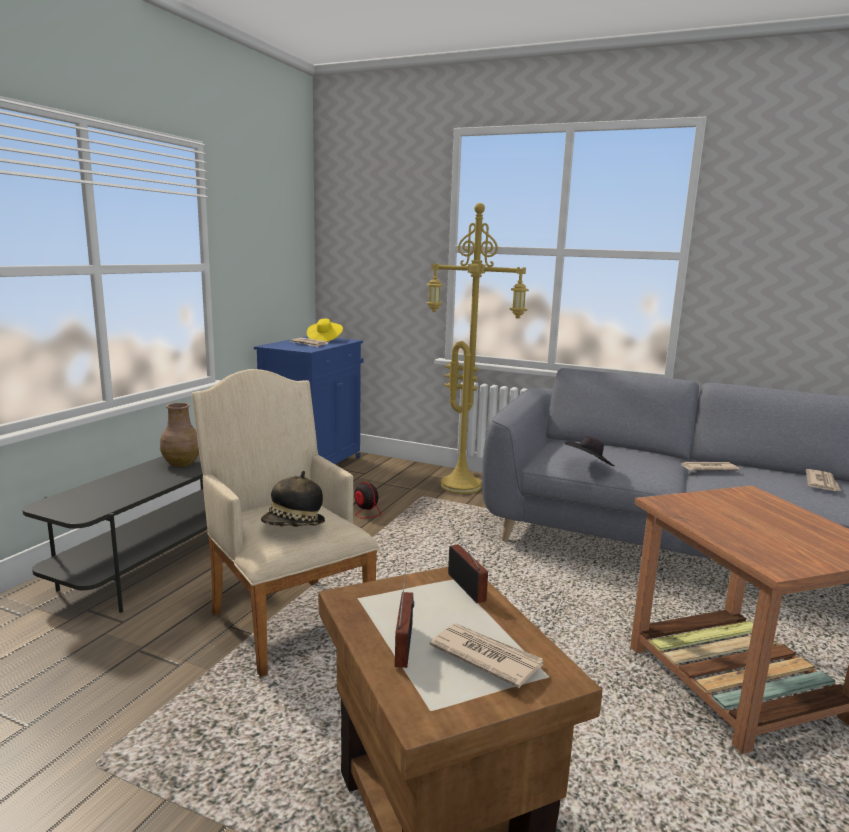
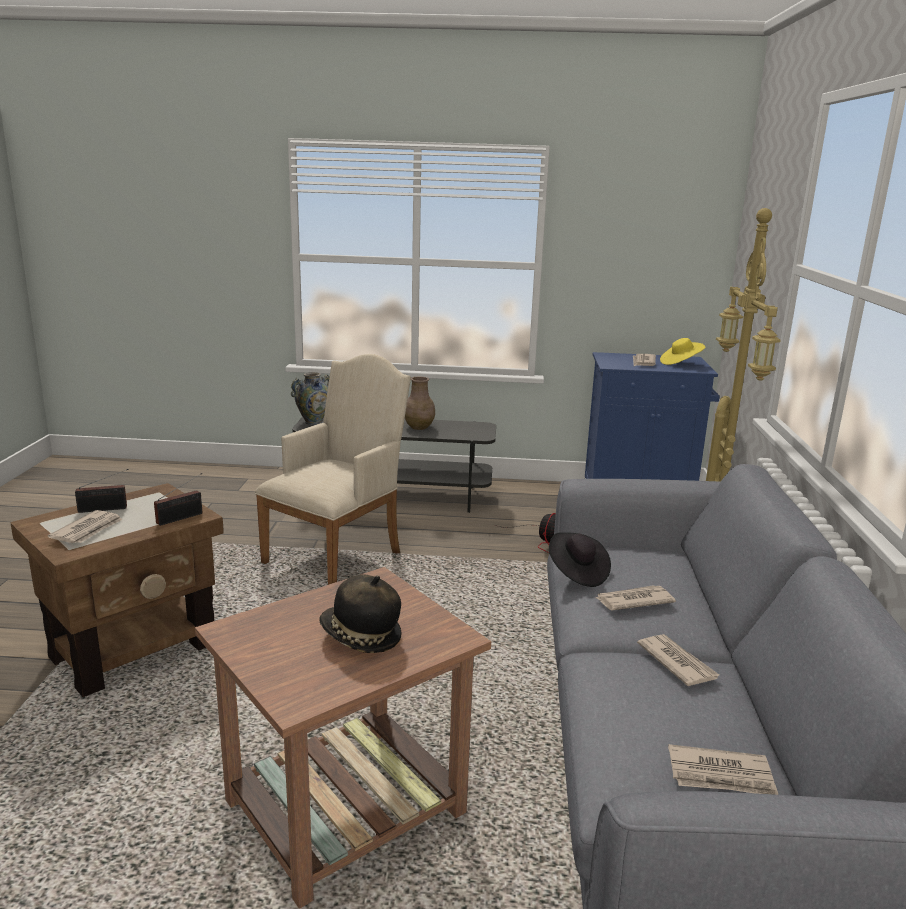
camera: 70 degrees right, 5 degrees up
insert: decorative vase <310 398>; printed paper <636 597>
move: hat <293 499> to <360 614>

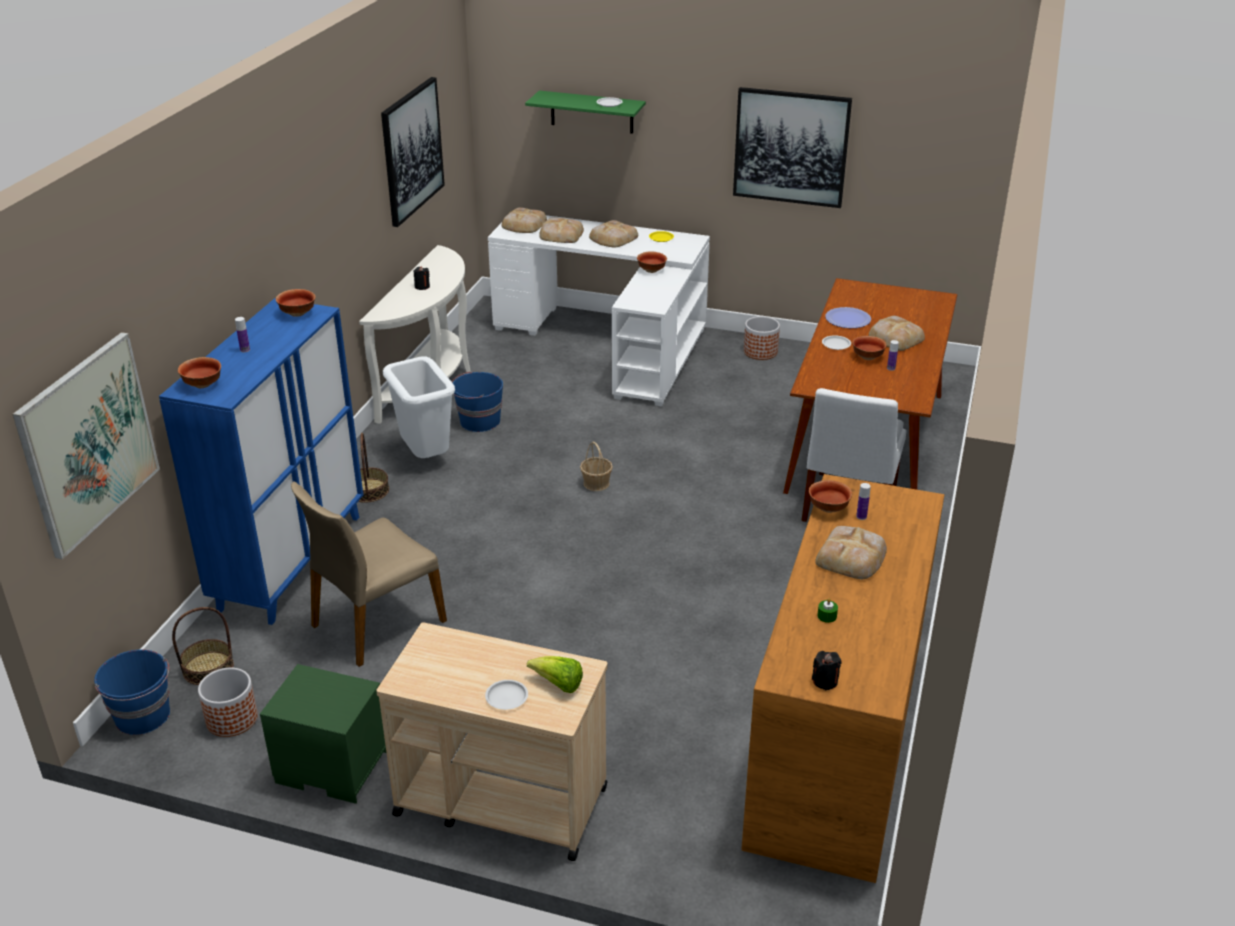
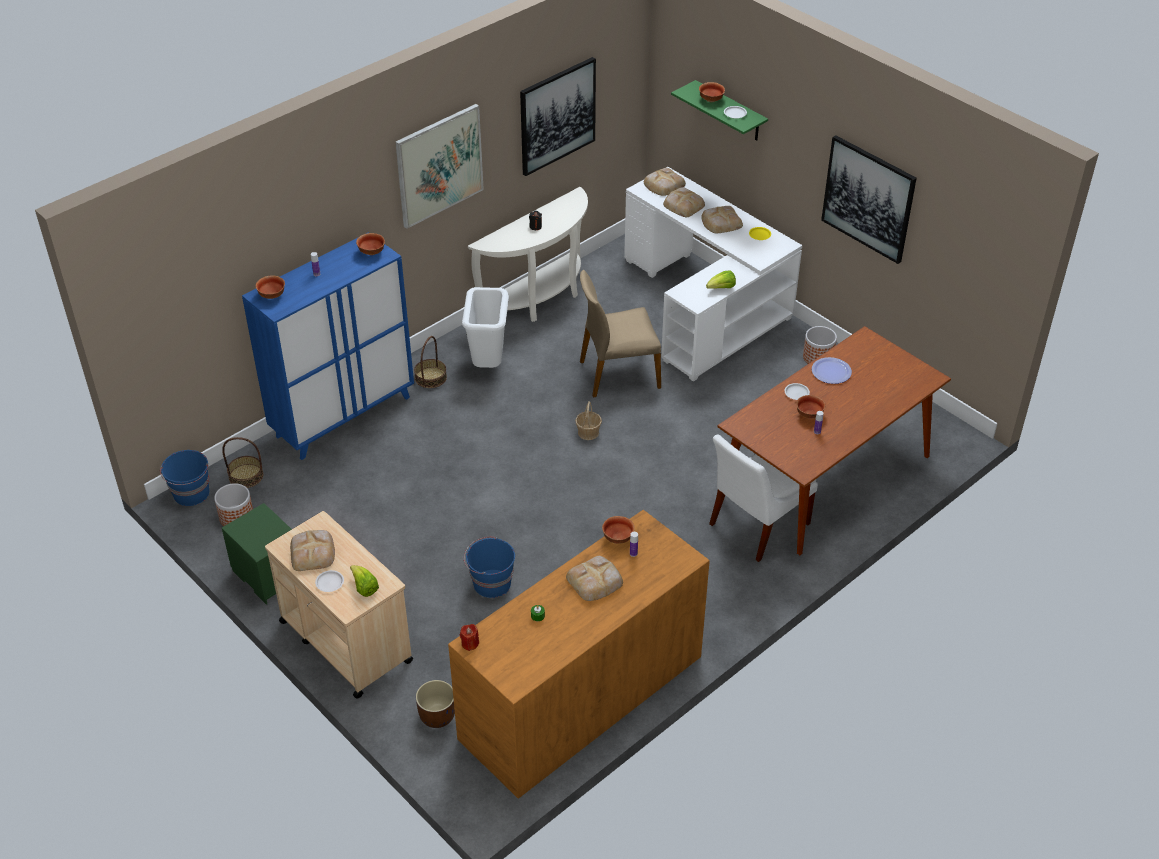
camera: 30 degrees right, 10 degrees up
delete: wax light in black <827 670>
insert: planter in brownish <435 704>; wax light in red-coloured <469 637>; lettuce head <721 279>
move: baked bread <897 333> to <312 550>; picture <86 445> to <439 166>; water bucket in blue <477 401> to <489 567>; chair in beige <369 574> to <620 334>; bowl <652 262> to <712 92>

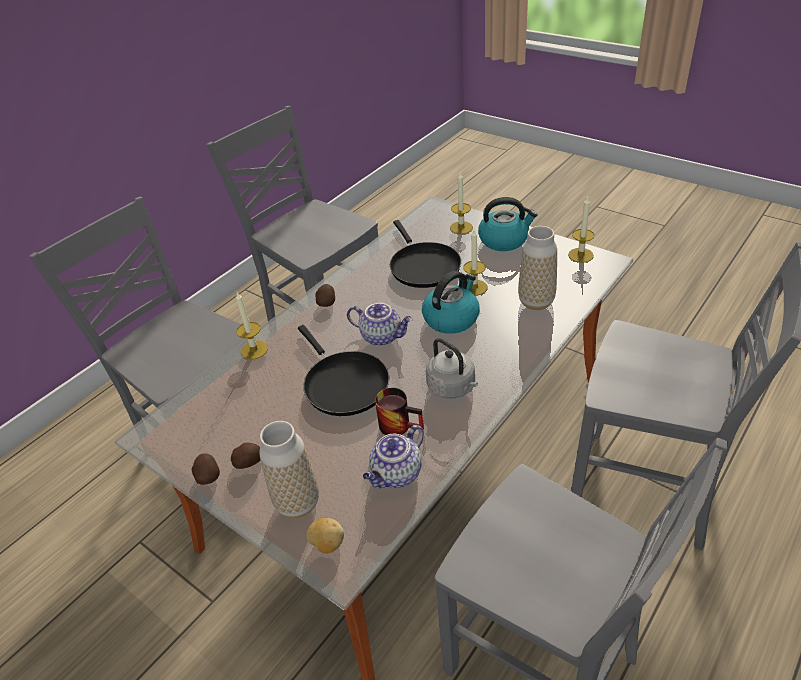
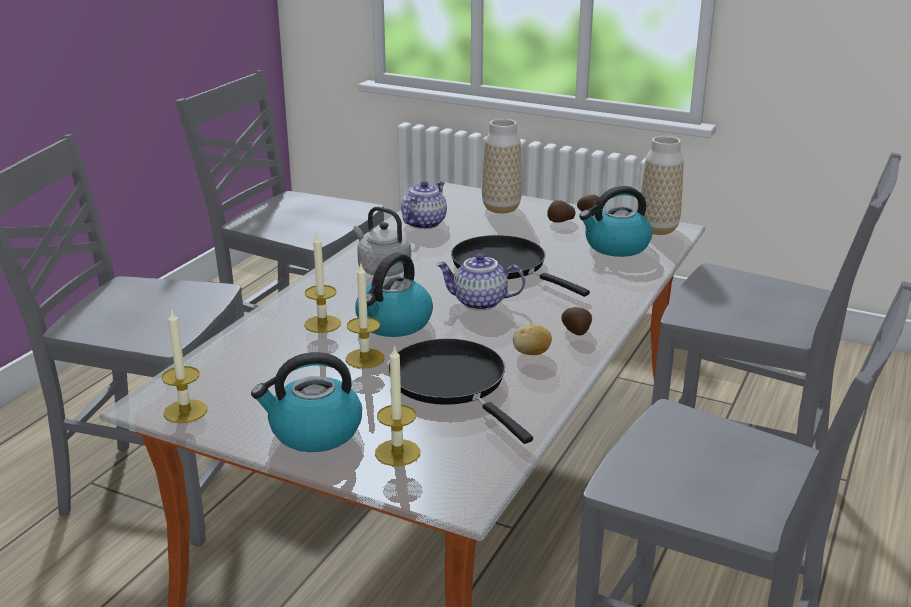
camera: 165 degrees right, 15 degrees down
delete: mug <399 411>
insert: kettle <615 221>
move: wax light <252 326> to <322 283>; spud <325 536> to <532 340>; decorative vase <537 268> to <662 185>

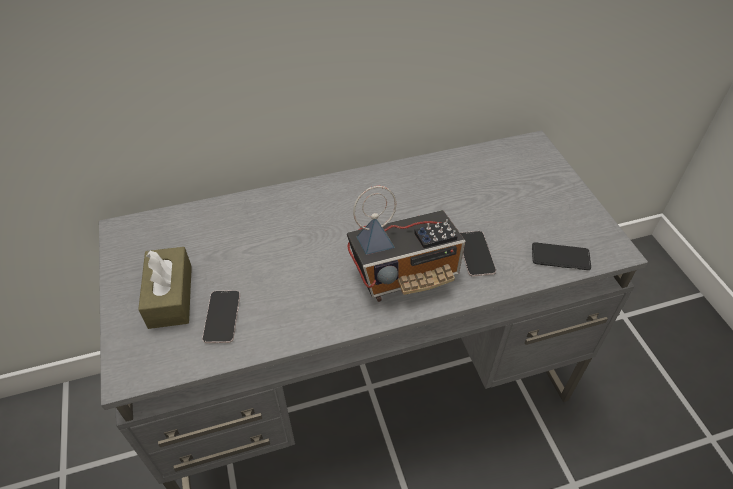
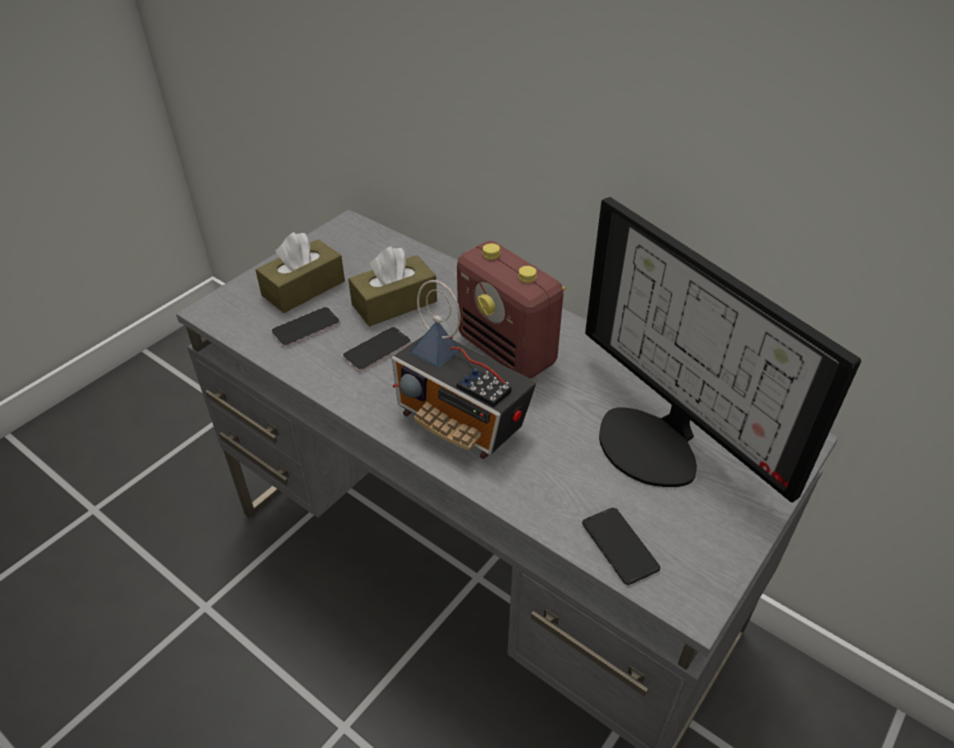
camera: 55 degrees right, 5 degrees down
insert: box of tissues in brownish <392 286>; radio receiver <511 310>; monitor <723 350>
move: phone <478 254> to <377 349>

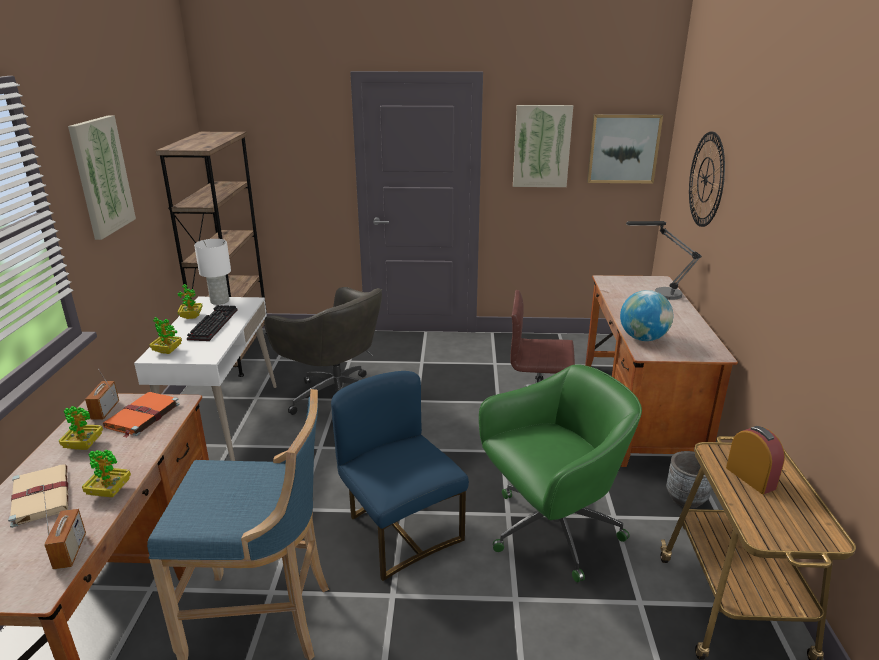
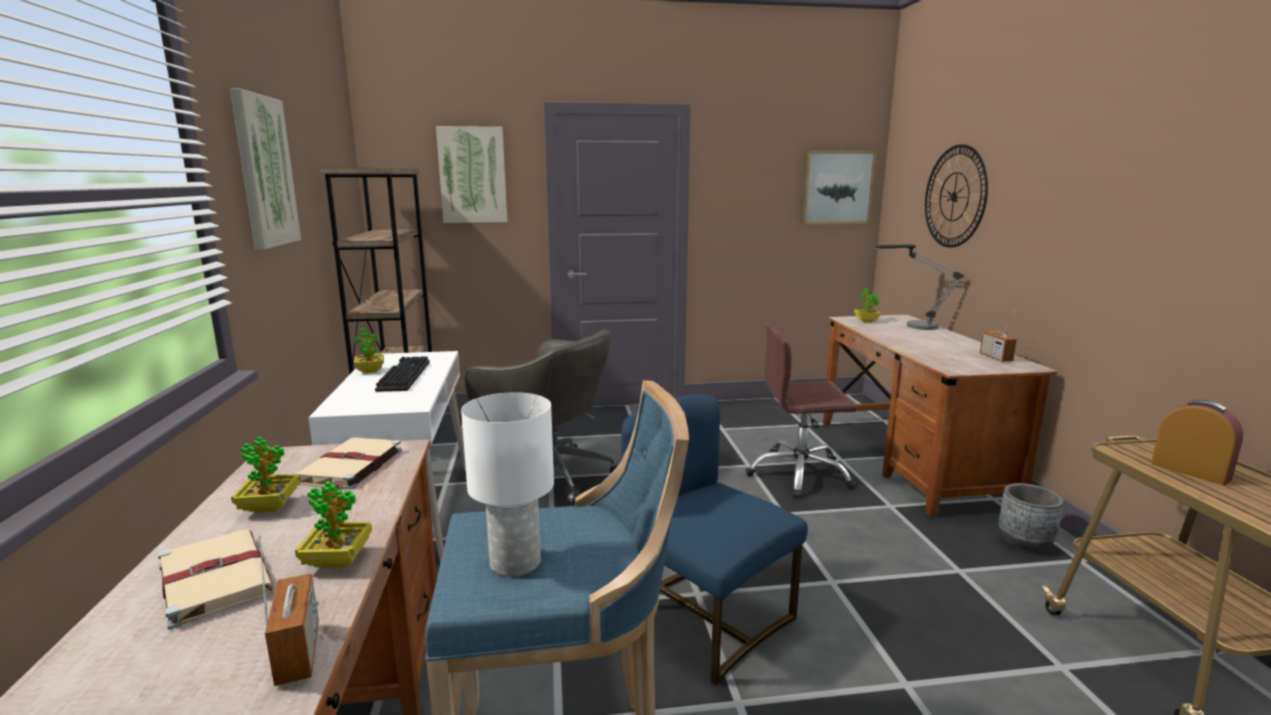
camera: 10 degrees left, 10 degrees down
delete: office chair in green-coloured <560 473>; world globe <646 315>
move: picture <543 146> to <472 174>; table lamp in white <212 272> to <507 484>; houseplant <165 335> to <867 305>; radio receiver <102 394> to <998 336>
recolor: volume in orangey <141 415> to volume in beige <349 463>

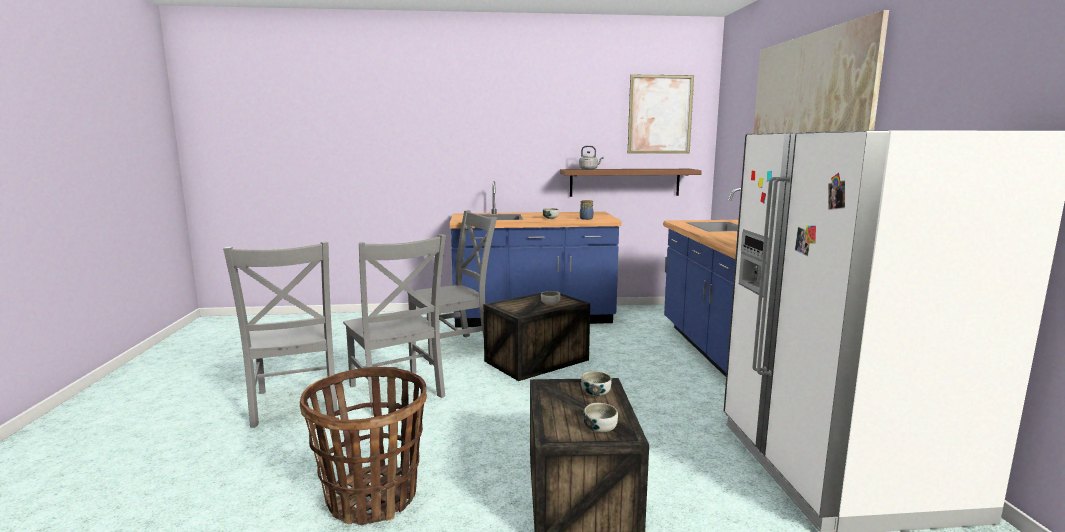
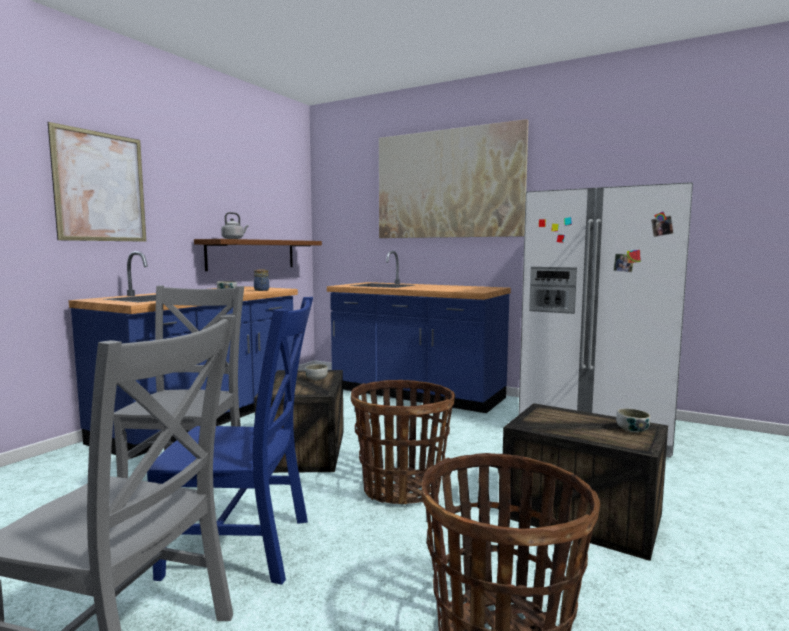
camera: 55 degrees left, 5 degrees down
delete: bowl <596 383>
insert: household basket <403 442>
move: picture <661 114> to <97 182>
recolor: chair in greyish <394 325> to chair in blue <230 441>

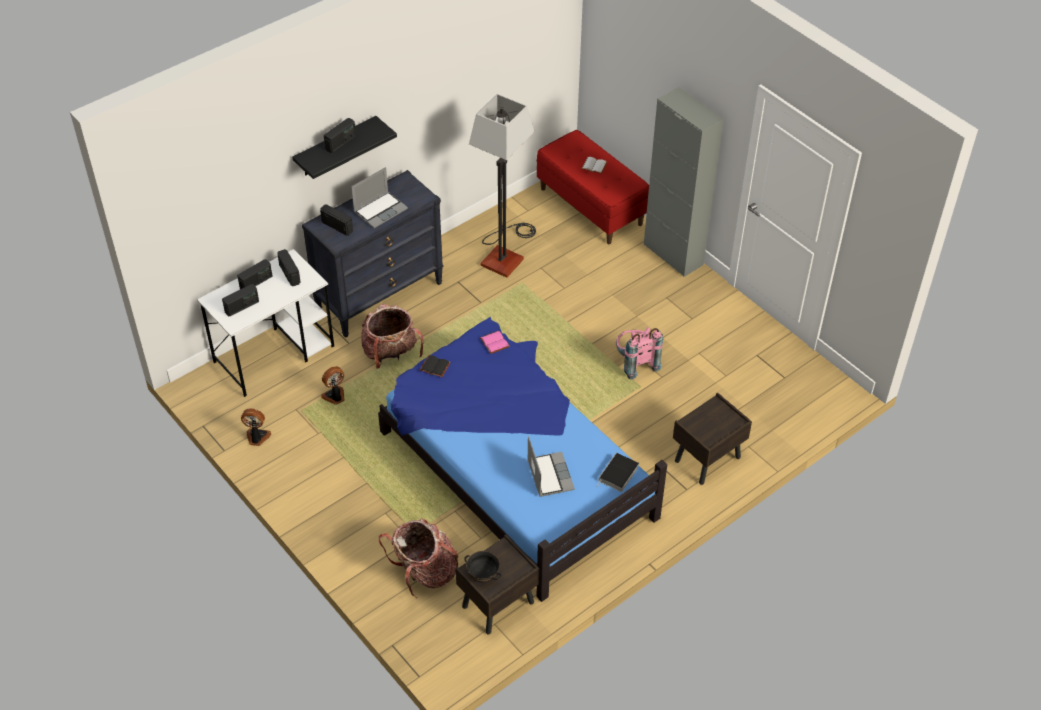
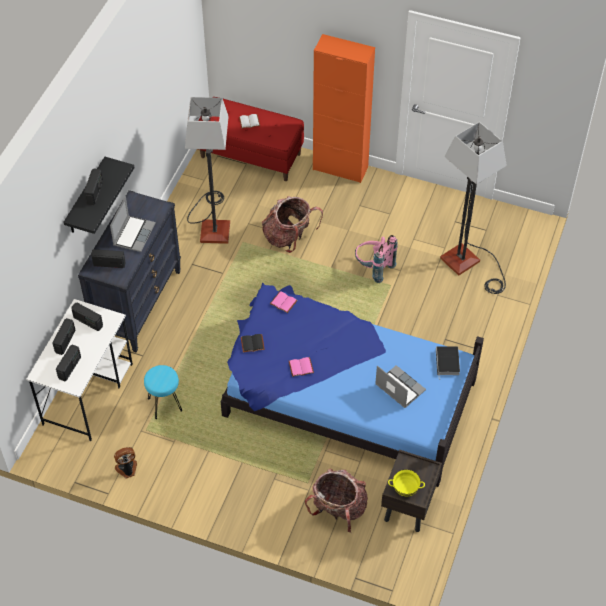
camera: 30 degrees left, 5 degrees up
delete: bedside table in brownish <712 439>
insert: volume in pinkish <301 367>; standard lamp <473 208>
move: knapsack <392 336> to <292 224>
replace: electric fan <333 385> to sitting stool in turquoise-coloured <163 392>
recolor: cupboard in greyish <684 182> to cupboard in orangey <344 108>; bowl in black <482 566> to bowl in yellowish <406 482>

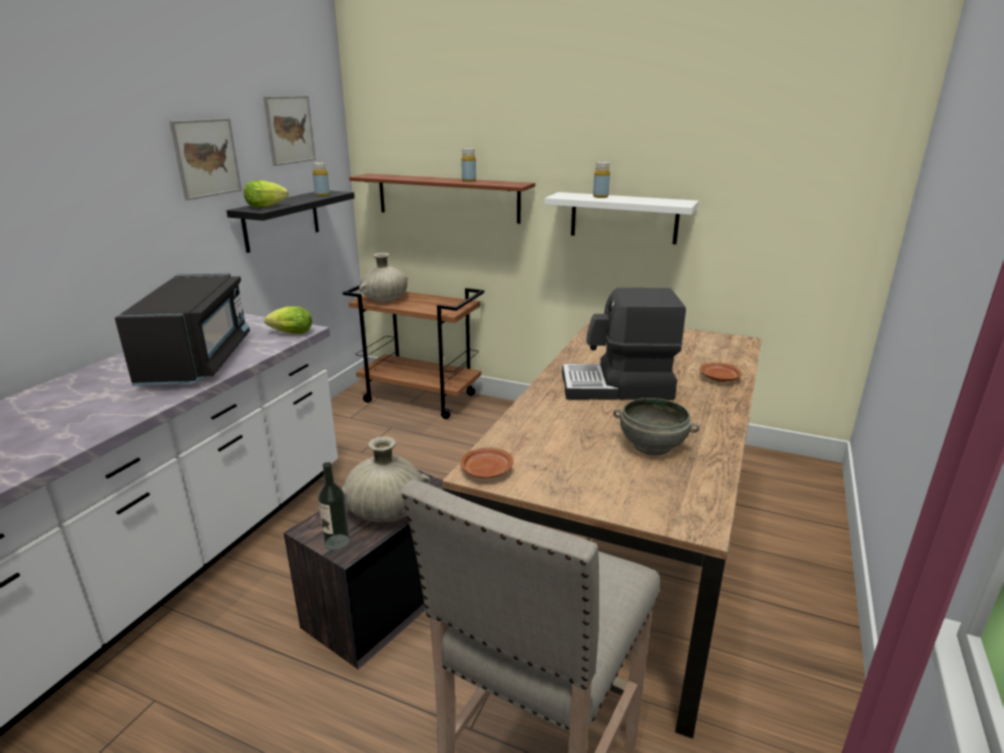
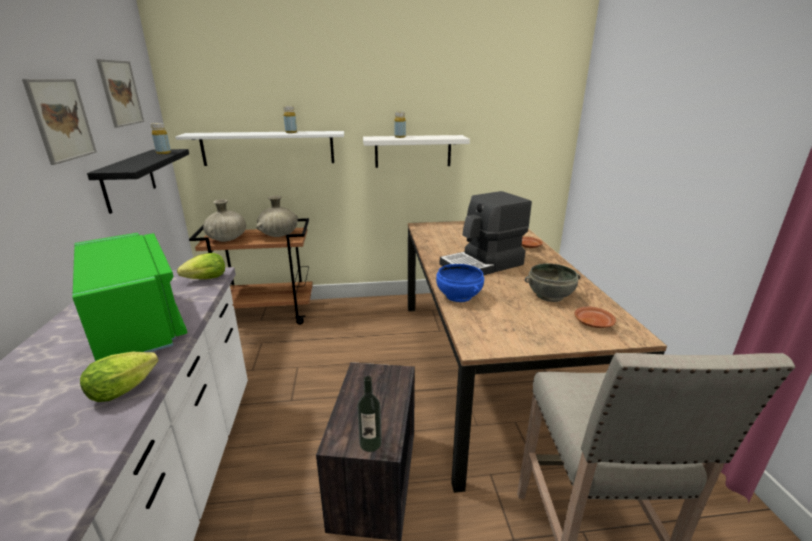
camera: 30 degrees left, 0 degrees up
insert: bowl in blue <460 283>
move: lettuce head <266 194> to <119 377>; decorative vase in beige <386 479> to <277 216>; flat dish in brownish <487 463> to <595 317>
recolor: microwave in black <182 330> to microwave in green-coloured <129 297>; bracket shelf in brownish <442 199> to bracket shelf in white <259 148>

